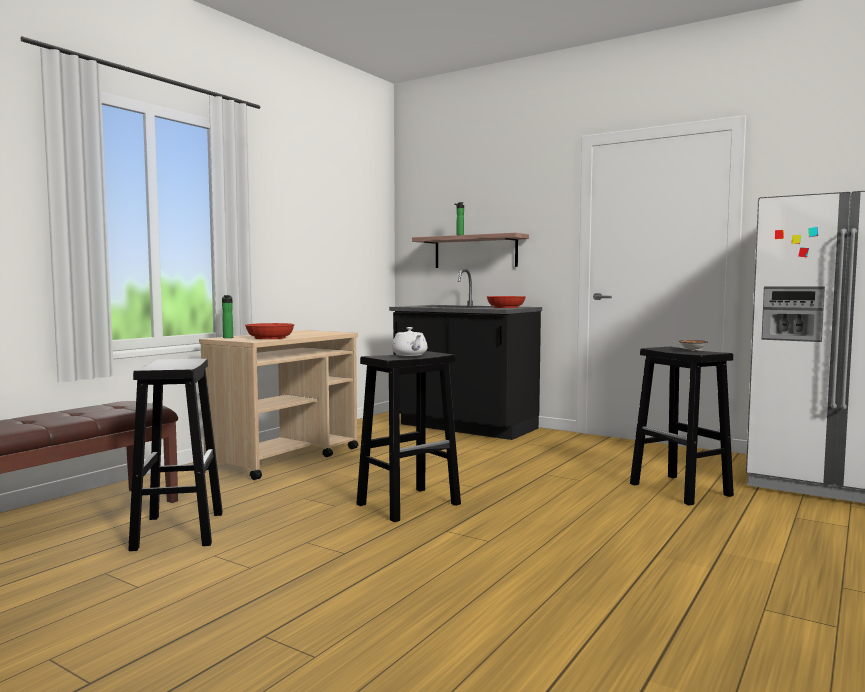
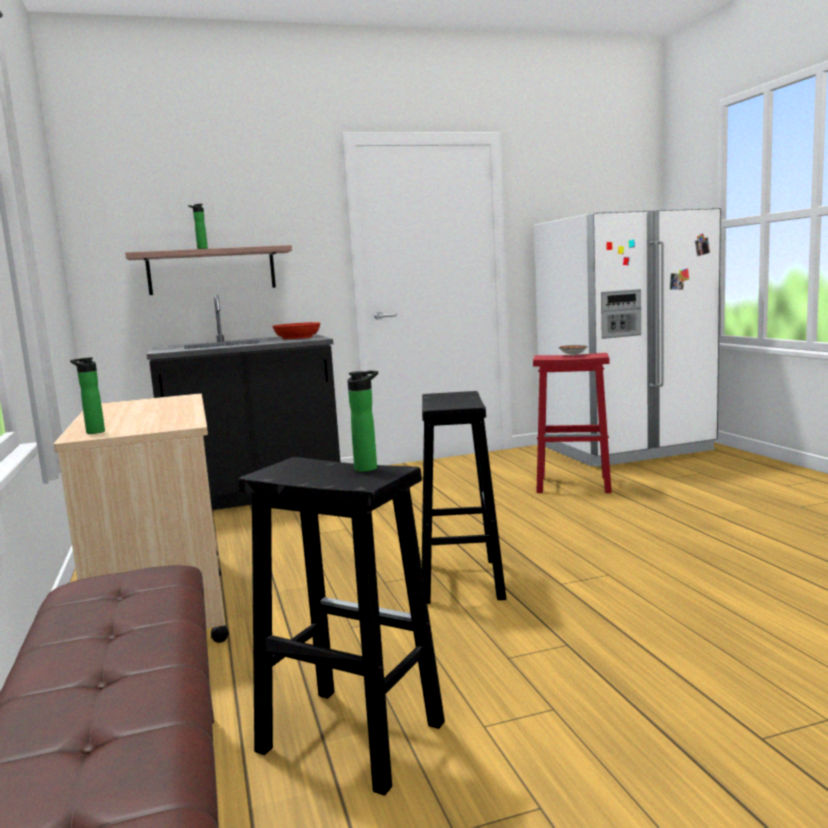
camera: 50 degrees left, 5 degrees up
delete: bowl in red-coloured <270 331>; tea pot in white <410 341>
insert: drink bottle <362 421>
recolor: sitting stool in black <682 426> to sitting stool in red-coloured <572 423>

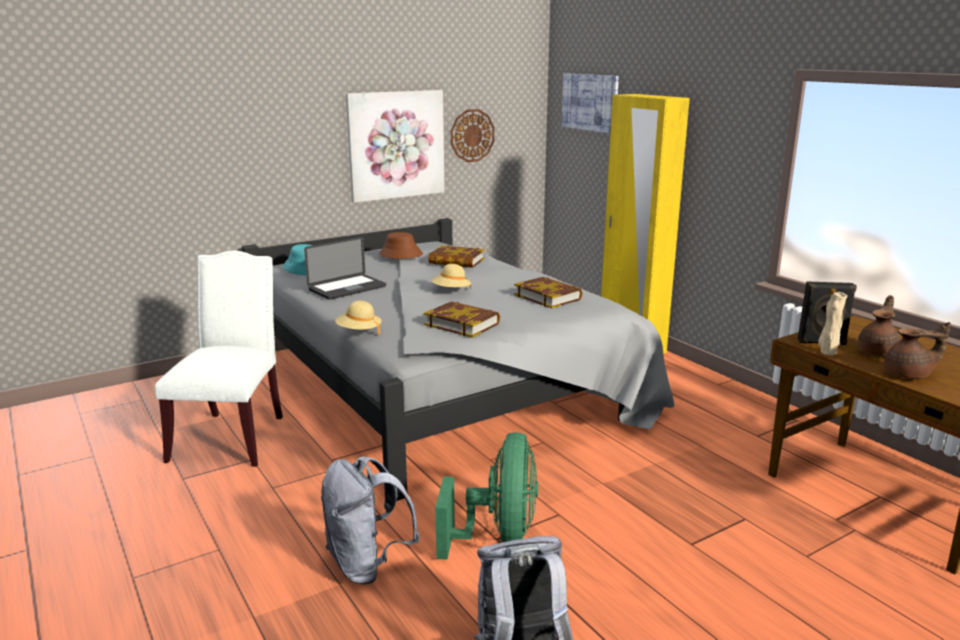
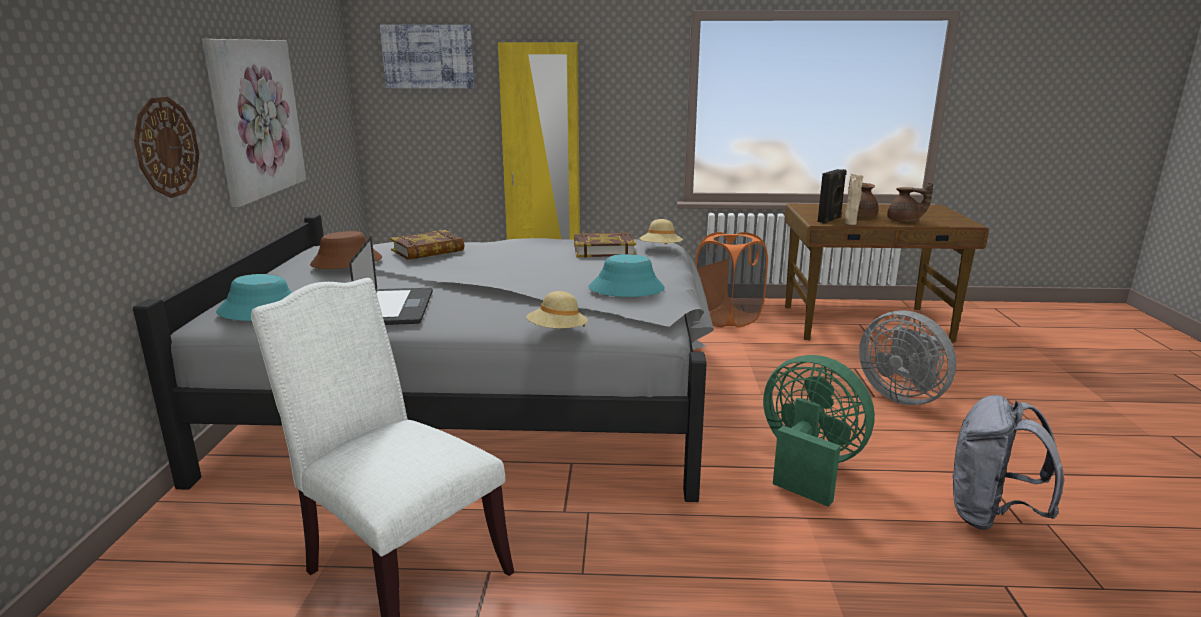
camera: 55 degrees left, 0 degrees up
delete: knapsack in greyish <370 520>
insert: laundry basket in orangey <731 280>; electric fan in greyish <907 357>
move: hanging clock <473 135> to <166 147>; hat in beige <451 277> to <661 231>
replace: volume <462 319> to hat in turquoise-coloured <627 275>
rotate: tea pot in brownish <917 350> = <910 202> 75 degrees clockwise

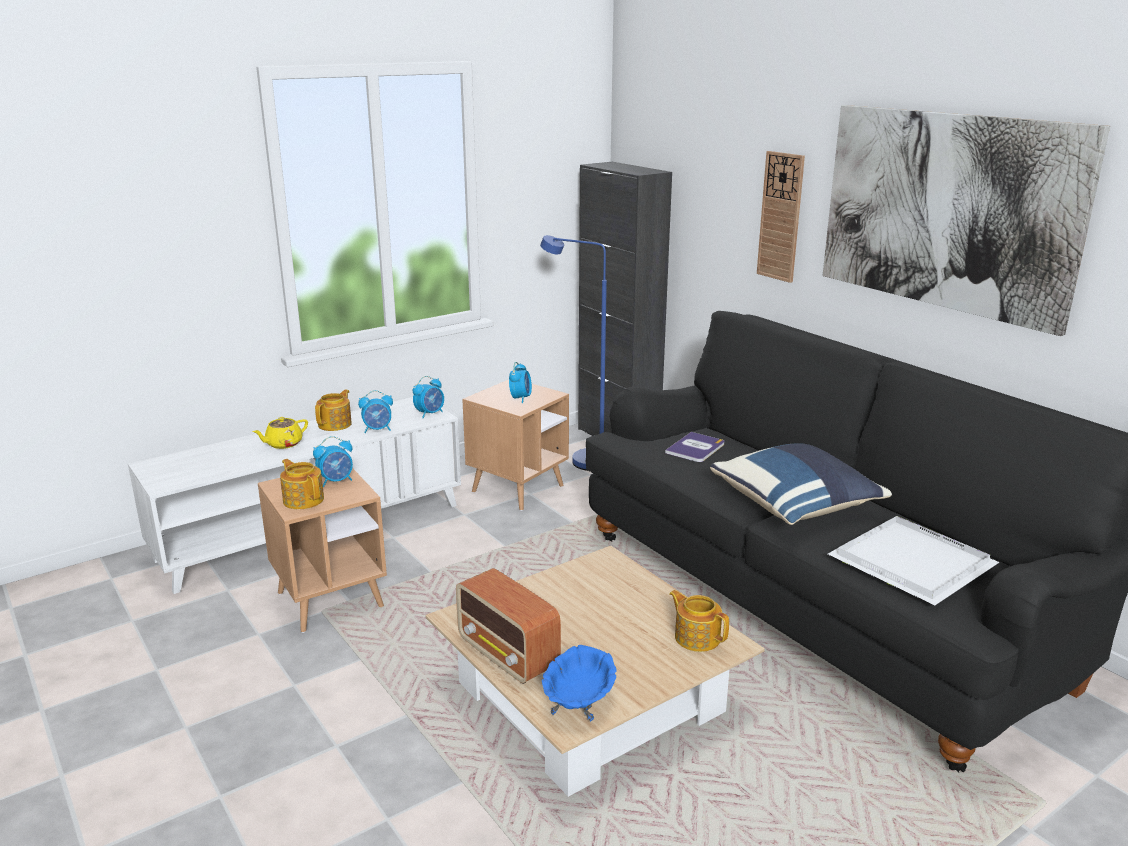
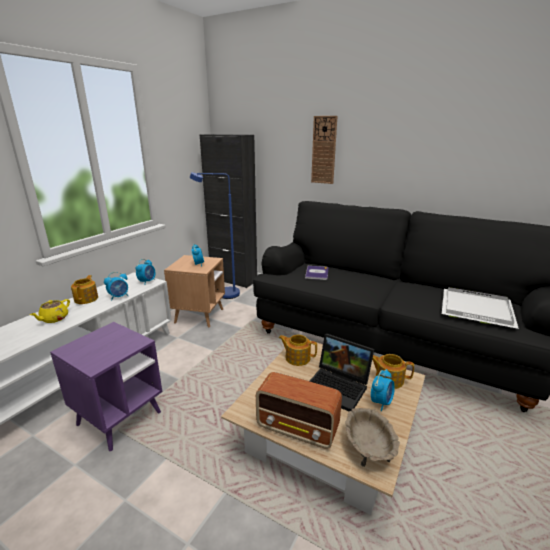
camera: 25 degrees left, 0 degrees up
delete: pillow in blue <801 484>; picture <966 220>
insert: portable computer <342 372>
move: tea pot <302 484> to <298 350>; alarm clock <333 461> to <383 390>
recolor: side table in brownish <322 550> to side table in purplish <106 387>; bowl in blue <579 683> to bowl in beige <372 437>

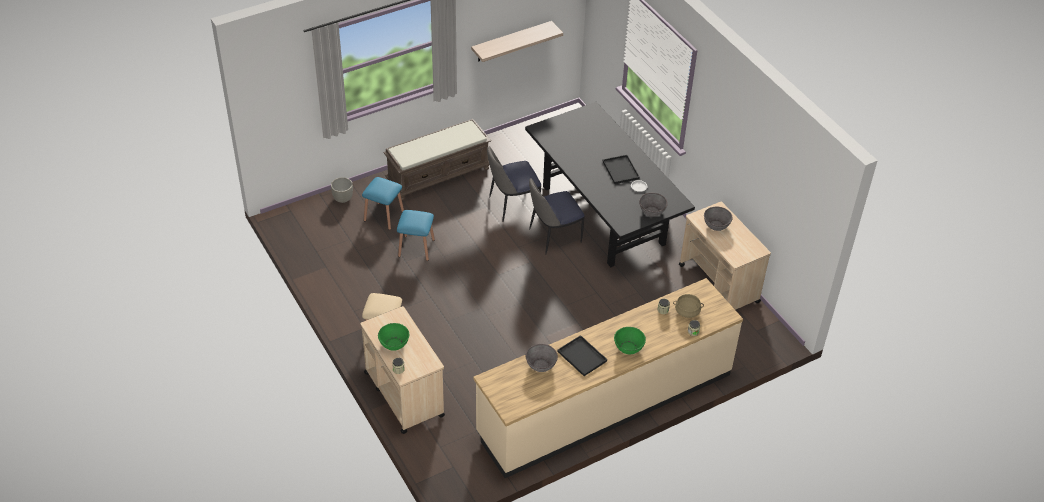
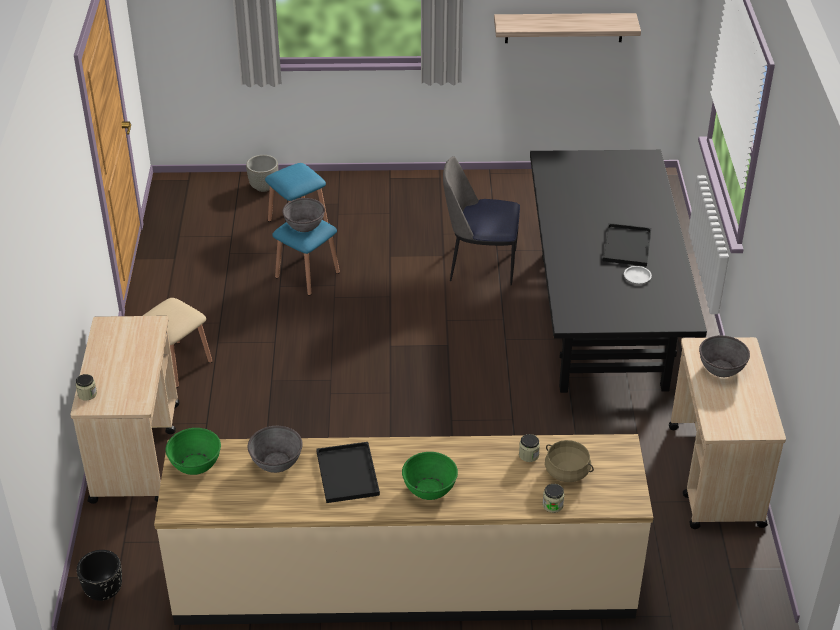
camera: 30 degrees right, 5 degrees down
delete: long seat in brownish <437 160>; chair <557 216>
insert: planter in black <99 575>
move: bowl in green-coloured <393 337> to <193 451>; bowl in greyish <653 205> to <303 215>

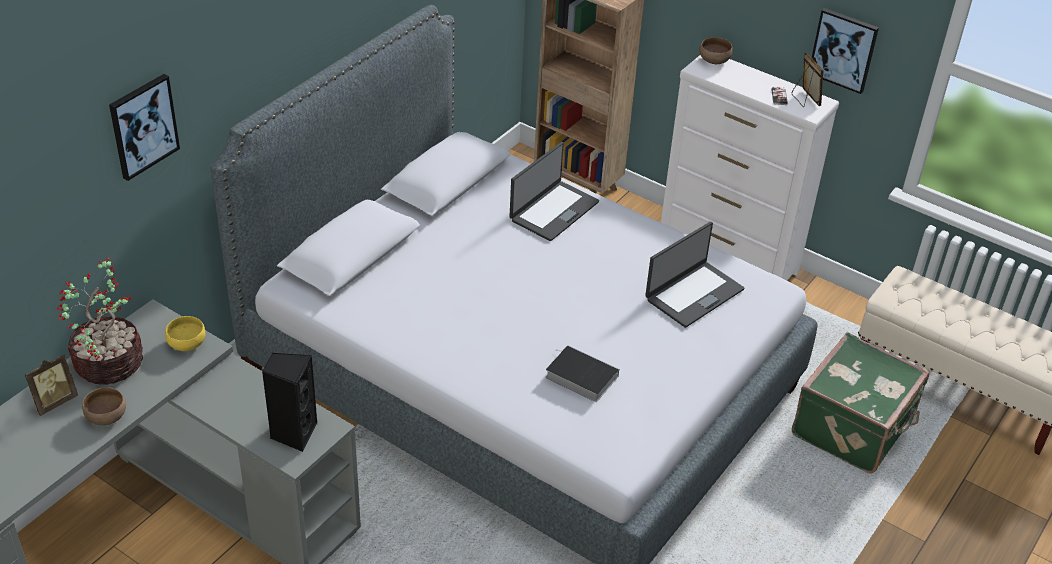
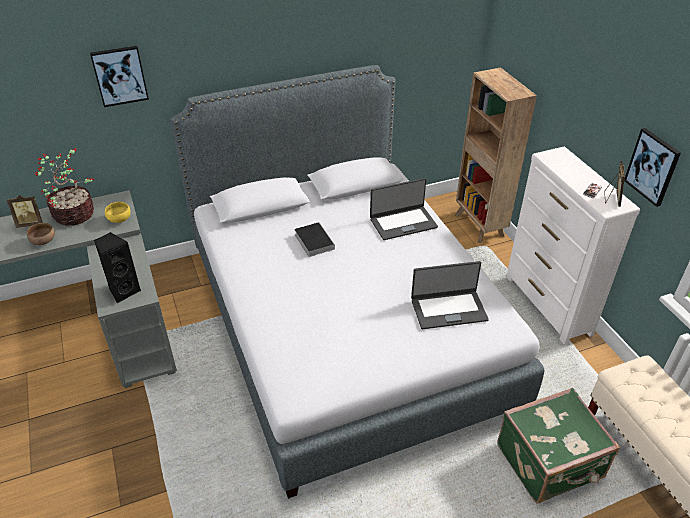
camera: 35 degrees right, 0 degrees up
delete: bowl in brownish <716 50>
move: volume <582 373> to <314 239>

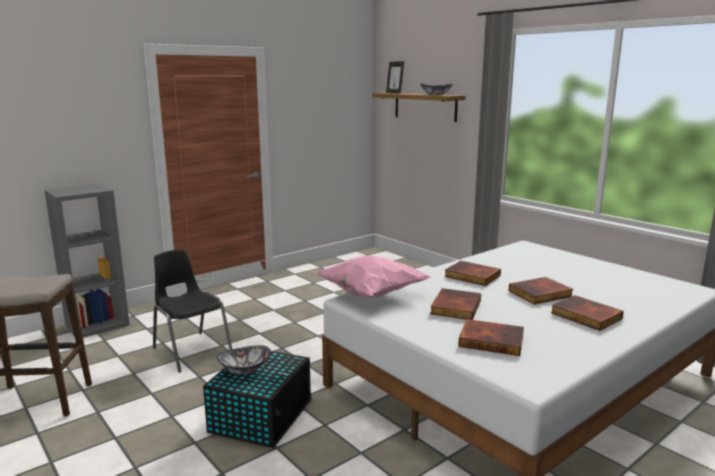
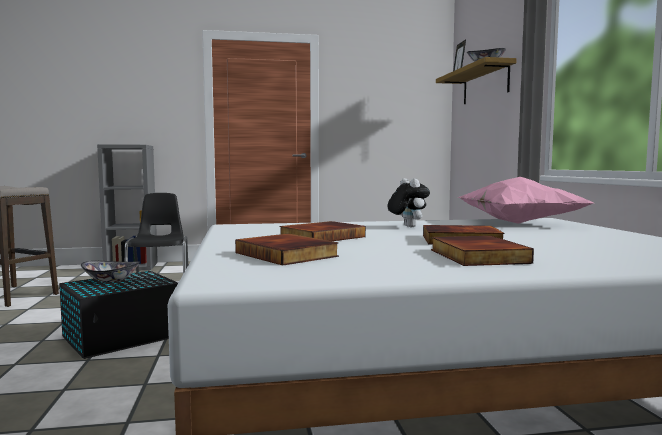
camera: 30 degrees right, 10 degrees down
move: pillow in pinkish <373 276> to <525 200>
replace: volume <472 273> to soft toy <408 202>

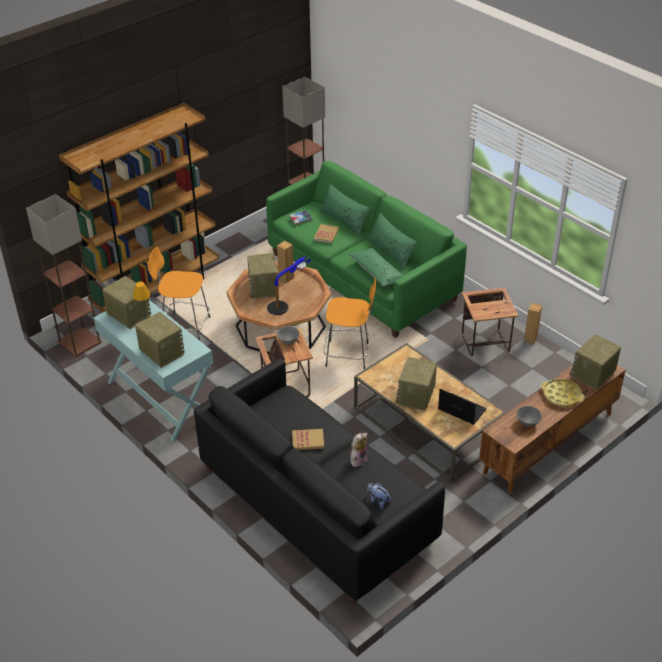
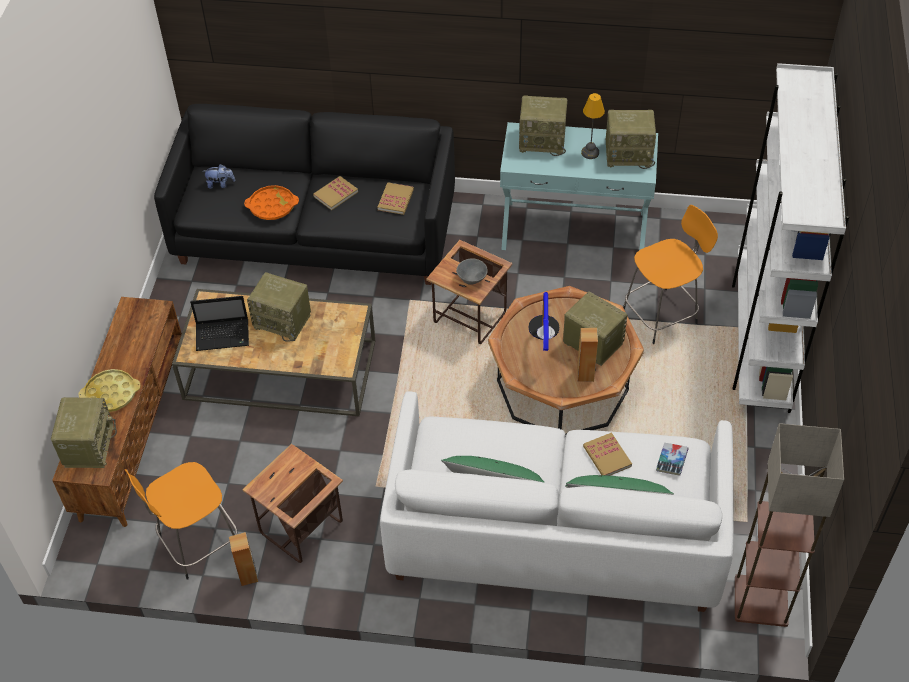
camera: 140 degrees right, 10 degrees up
delete: standard lamp <64 275>; pillow in green-coloured <376 267>; bowl in greyish <529 416>
insert: volume <395 198>
move: sitting stool in orangey <350 323> to <181 521>
replace: soft toy <359 450> to serving tray in orangey <271 202>
recolor: couch in green-coloured <366 249> to couch in white <557 502>; bookshelf in brownish <139 207> to bookshelf in white <791 238>
rotate: radio receiver <416 384> = <279 307> 135 degrees clockwise

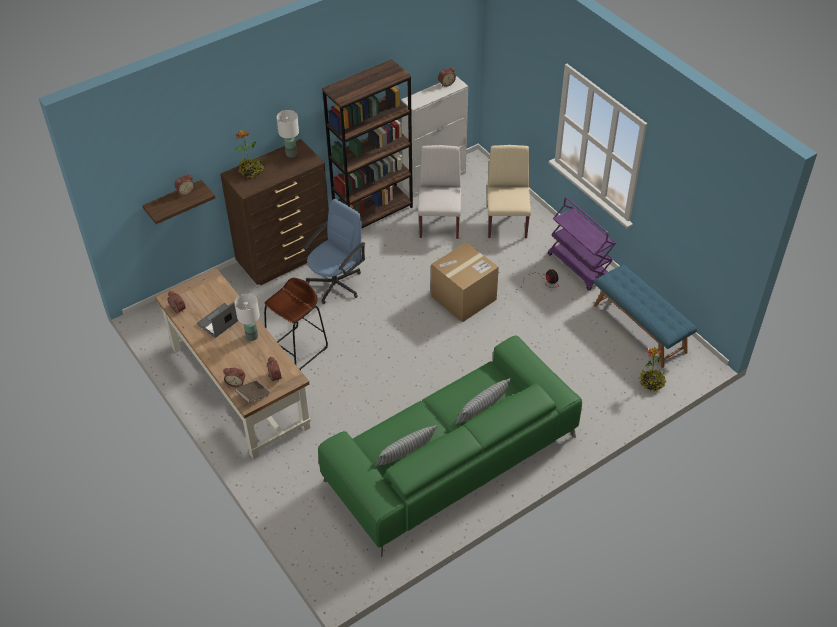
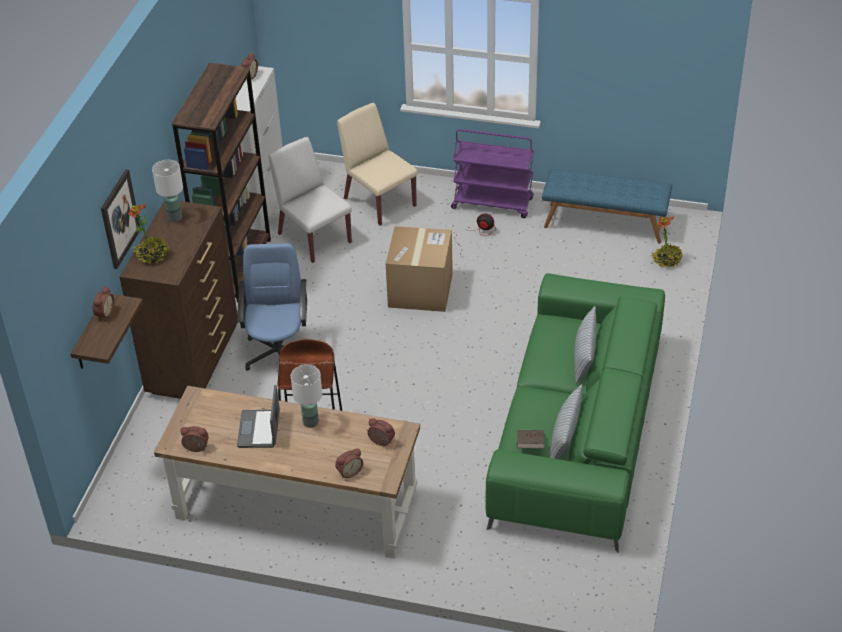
camera: 40 degrees left, 5 degrees down
insert: picture <121 219>
move: volume in brownish <252 392> to <530 439>

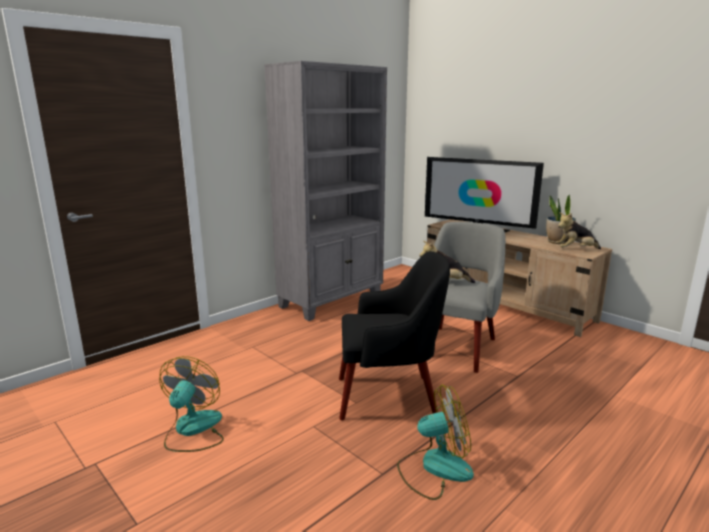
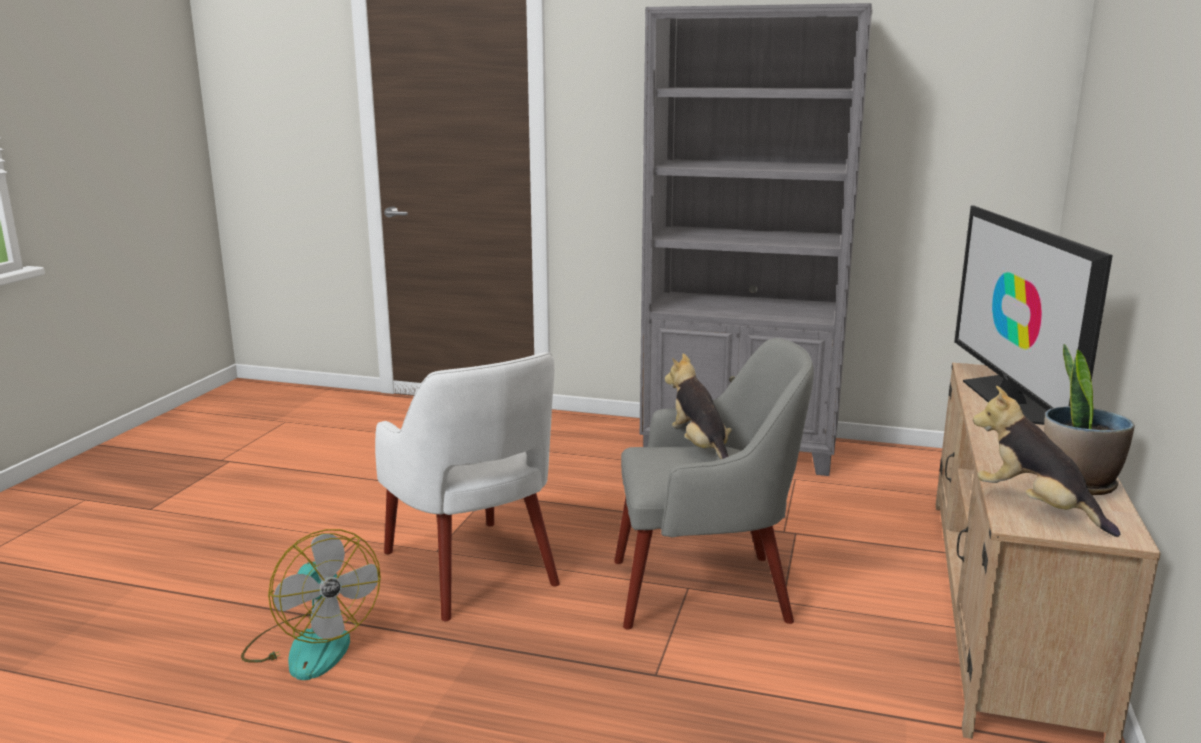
camera: 60 degrees right, 0 degrees up
delete: electric fan <191 404>
recolor: armchair in black <394 335> to armchair in white <467 486>

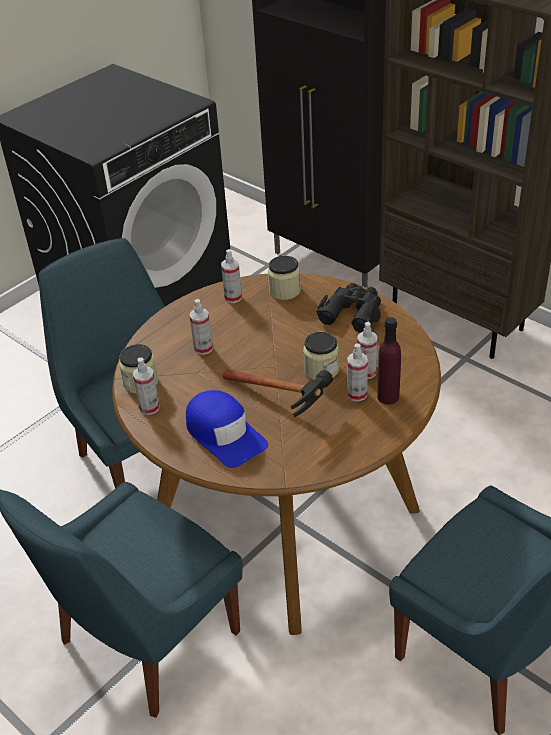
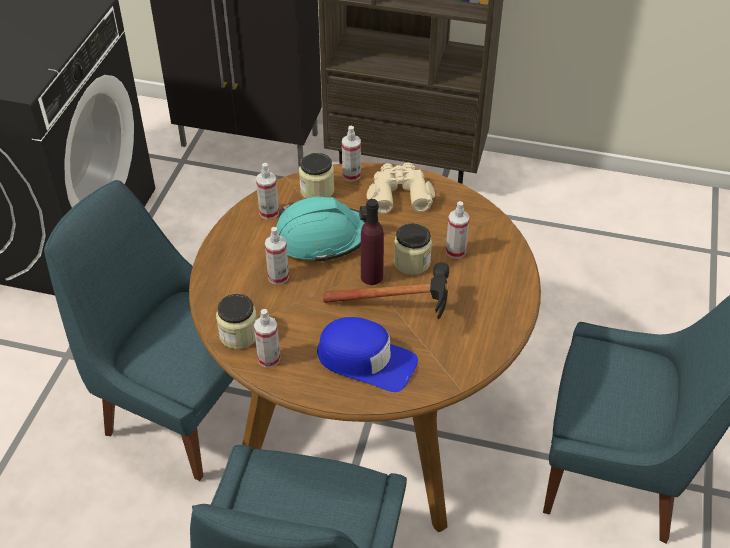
camera: 30 degrees left, 5 degrees up
insert: safety helmet in turquoise-coloured <321 230>
move: sprayer <357 372> to <351 153>; drink bottle in purplish <389 361> to <372 242>
recolor: field glasses in black <349 307> to field glasses in beige <401 188>

